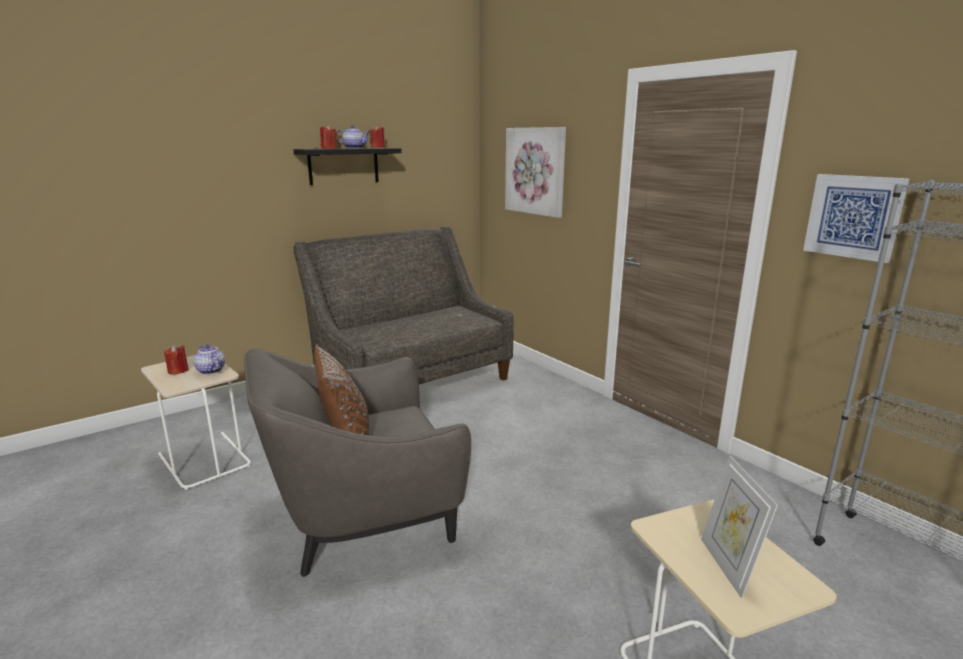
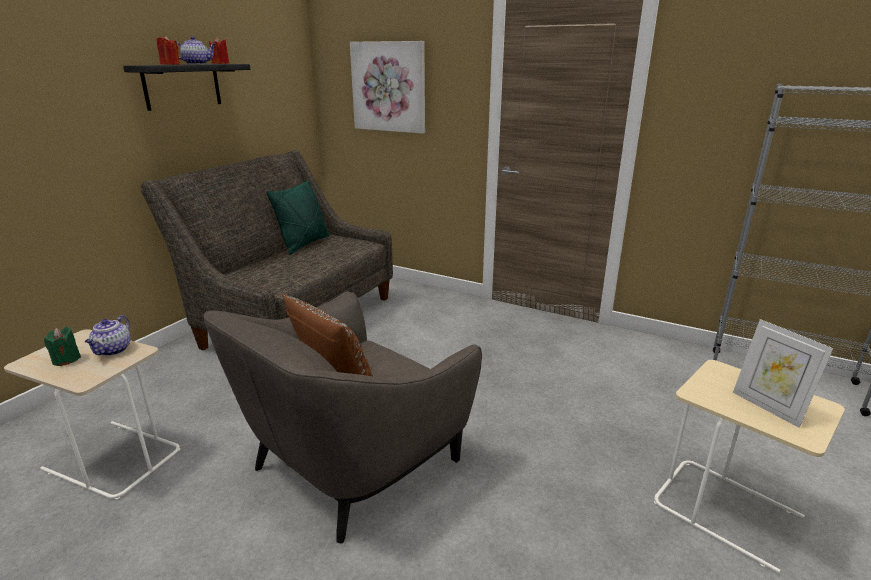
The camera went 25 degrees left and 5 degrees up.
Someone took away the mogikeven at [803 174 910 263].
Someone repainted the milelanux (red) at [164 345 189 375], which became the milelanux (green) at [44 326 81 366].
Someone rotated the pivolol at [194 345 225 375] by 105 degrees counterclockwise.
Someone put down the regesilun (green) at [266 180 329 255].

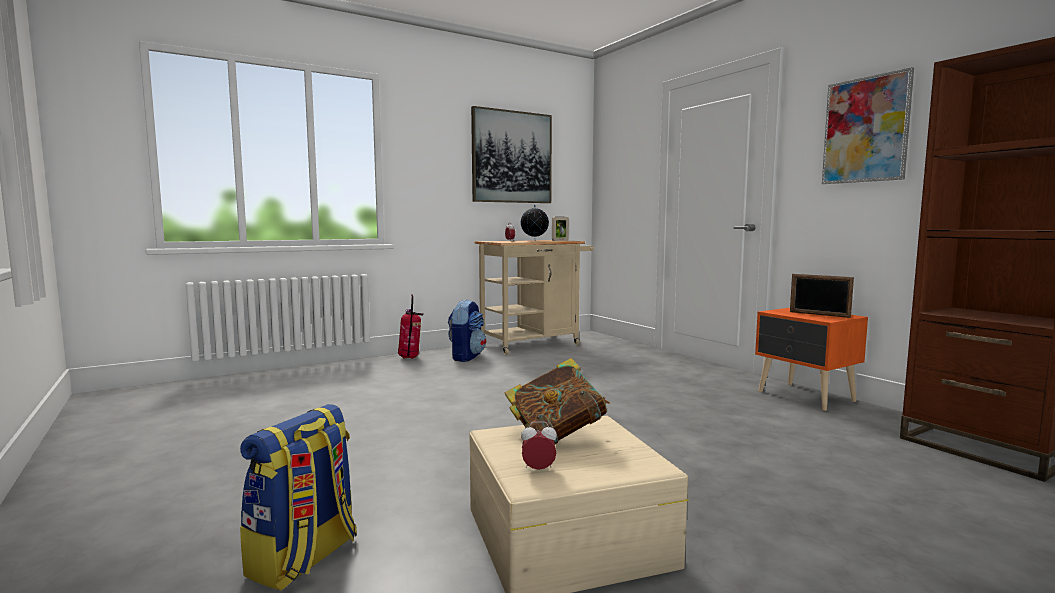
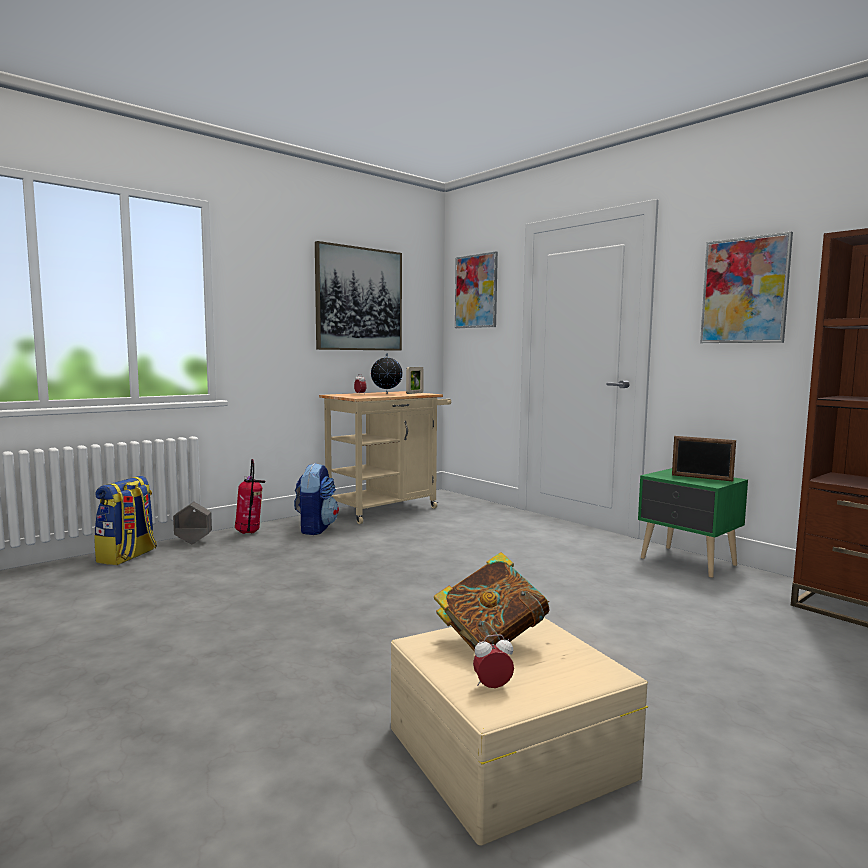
The camera went 10 degrees left and 0 degrees up.
Someone repainted the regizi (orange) at [755 308 868 411], which became the regizi (green) at [638 468 748 578].
Someone carried the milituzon from [240 404 357 591] to [95 476 157 565].
Someone put up the mogikeven at [455 251 498 328].
Someone put down the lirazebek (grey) at [173 502 212 545].

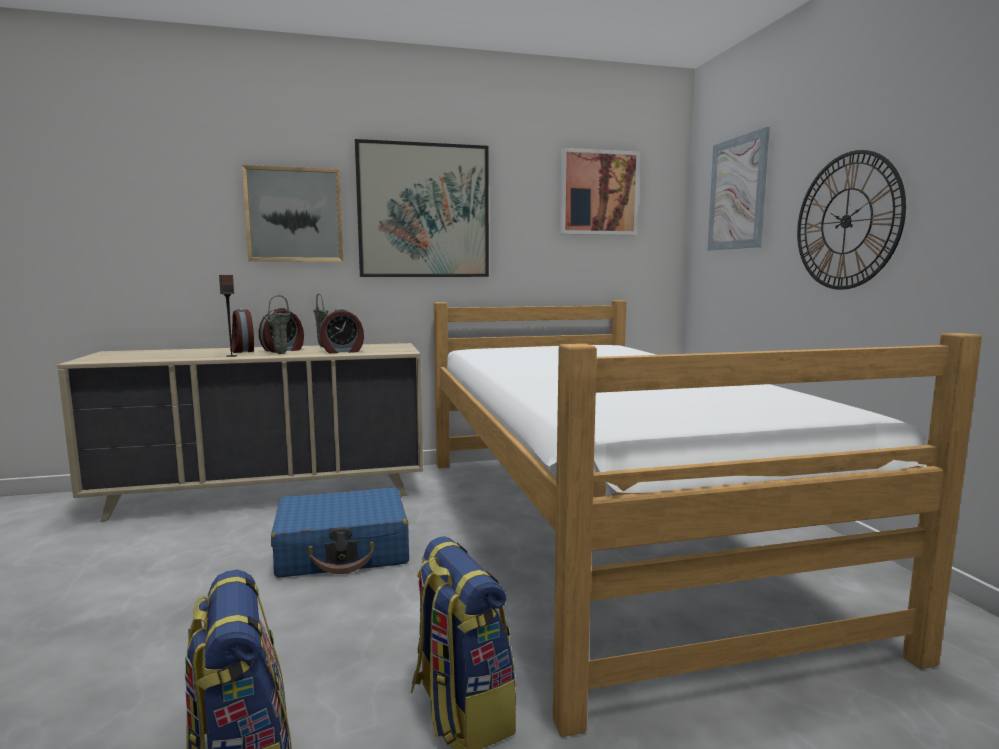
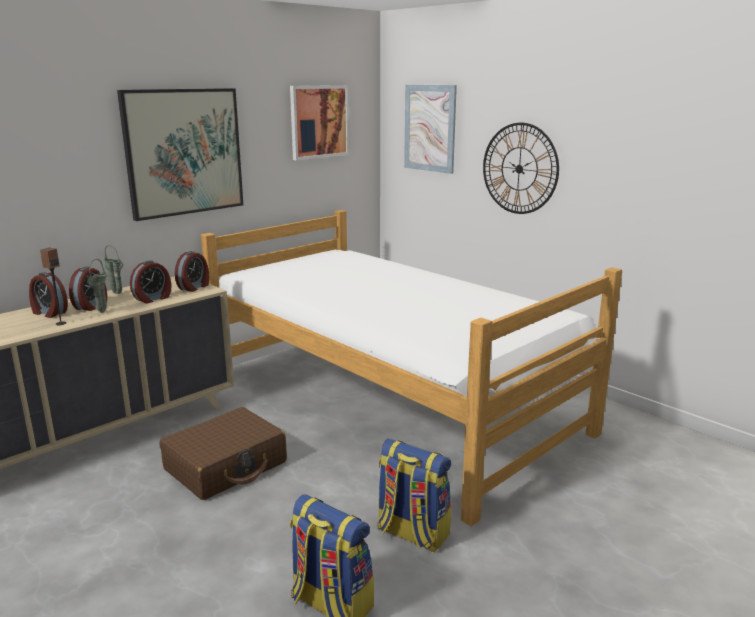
The camera went 30 degrees left and 10 degrees up.
Someone took away the mogikeven at [242 165 343 262].
Someone repainted the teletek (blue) at [271 488 409 578], which became the teletek (brown) at [159 407 287 500].
Someone put down the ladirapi at [175 251 209 292].

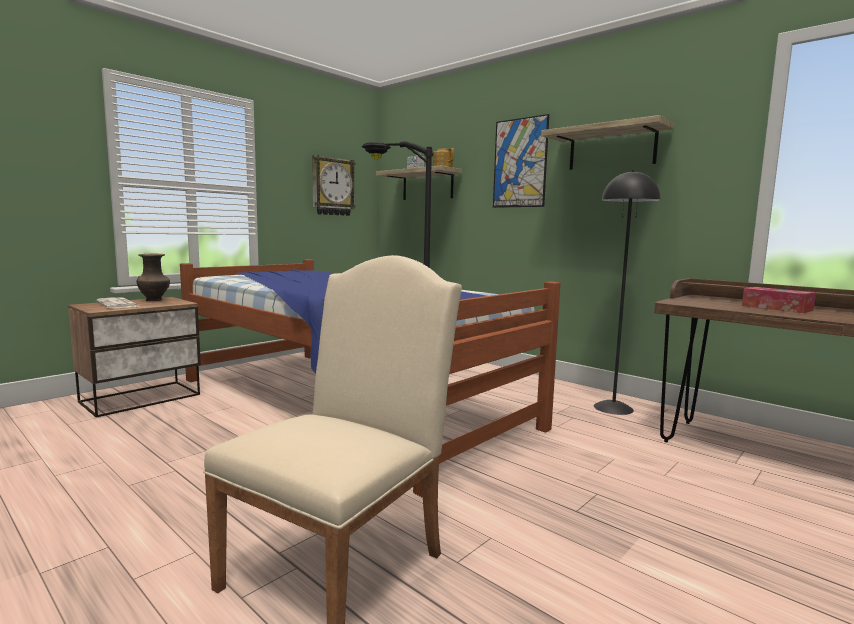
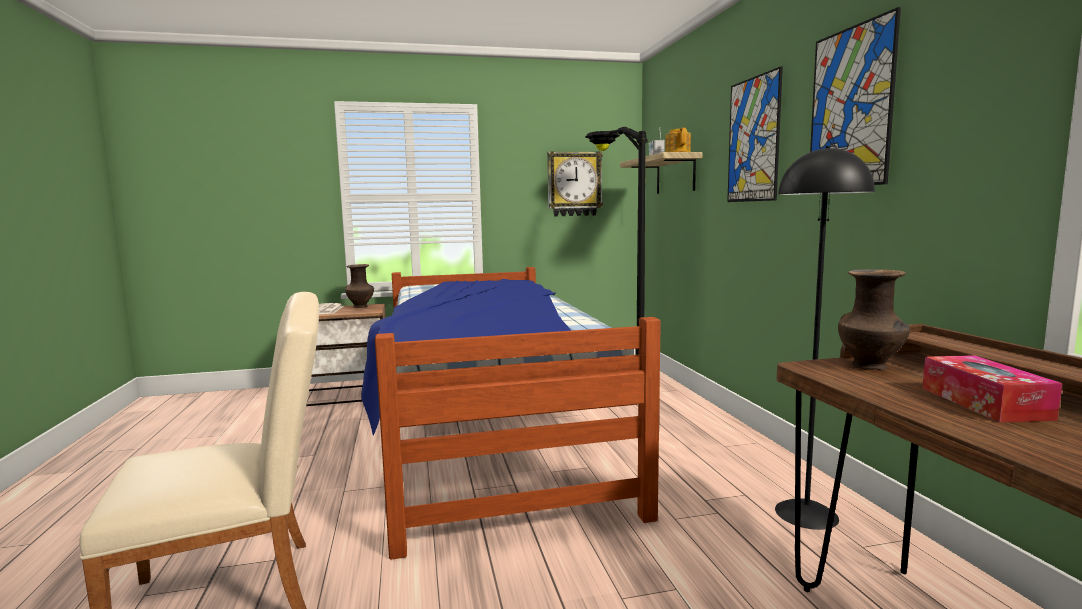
The camera went 35 degrees right and 0 degrees up.
Someone swapped the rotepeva at [541 115 674 170] for the mogikeven at [810 7 901 185].
Someone put down the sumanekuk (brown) at [838 269 910 370].

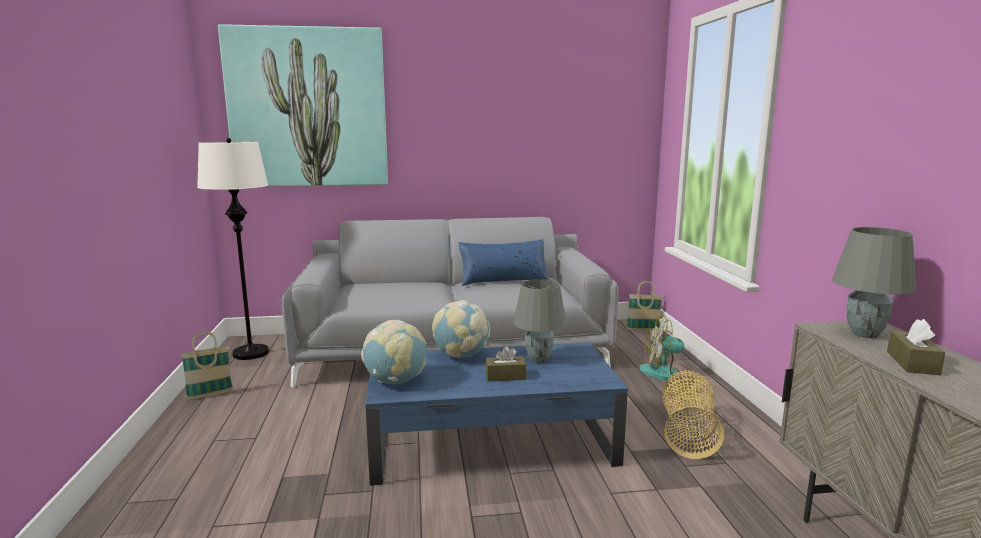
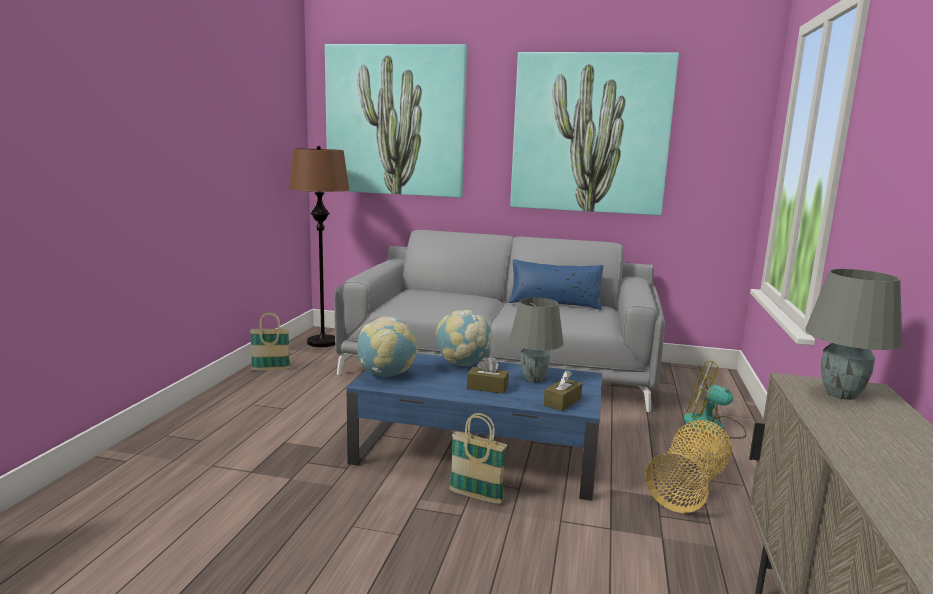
The camera went 20 degrees right and 0 degrees up.
Someone repainted the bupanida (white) at [197 138 269 360], which became the bupanida (brown) at [289 146 350 347].
Someone carried the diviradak from [626 281 663 331] to [449 413 507 504].
Someone carried the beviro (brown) from [887 319 945 375] to [544 370 582 411].
Someone put up the mogikeven at [510 52 679 216].

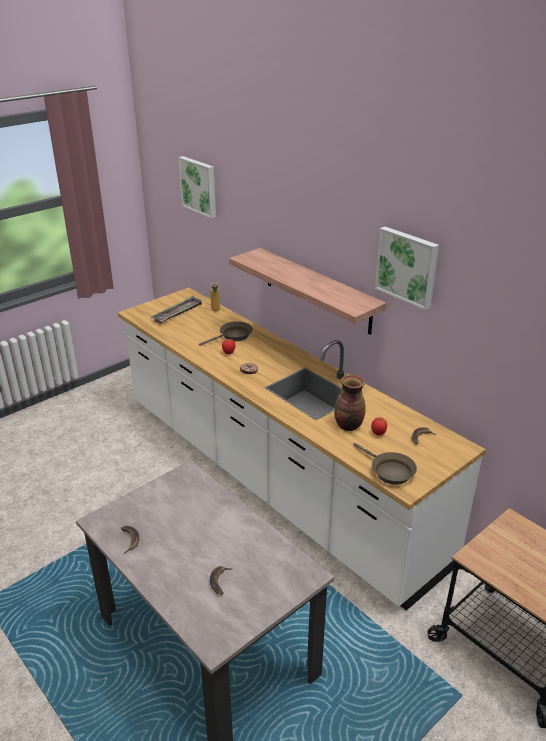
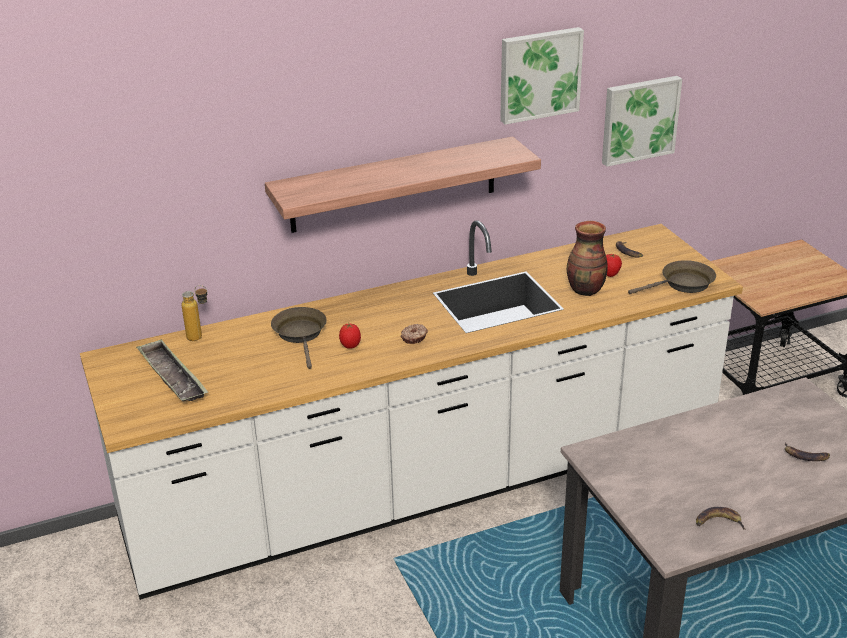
The camera went 70 degrees left and 0 degrees up.
Someone carried the mogikeven from [178 156 216 218] to [602 76 682 167].

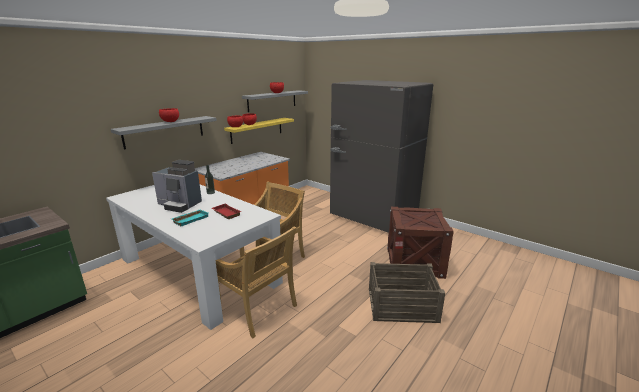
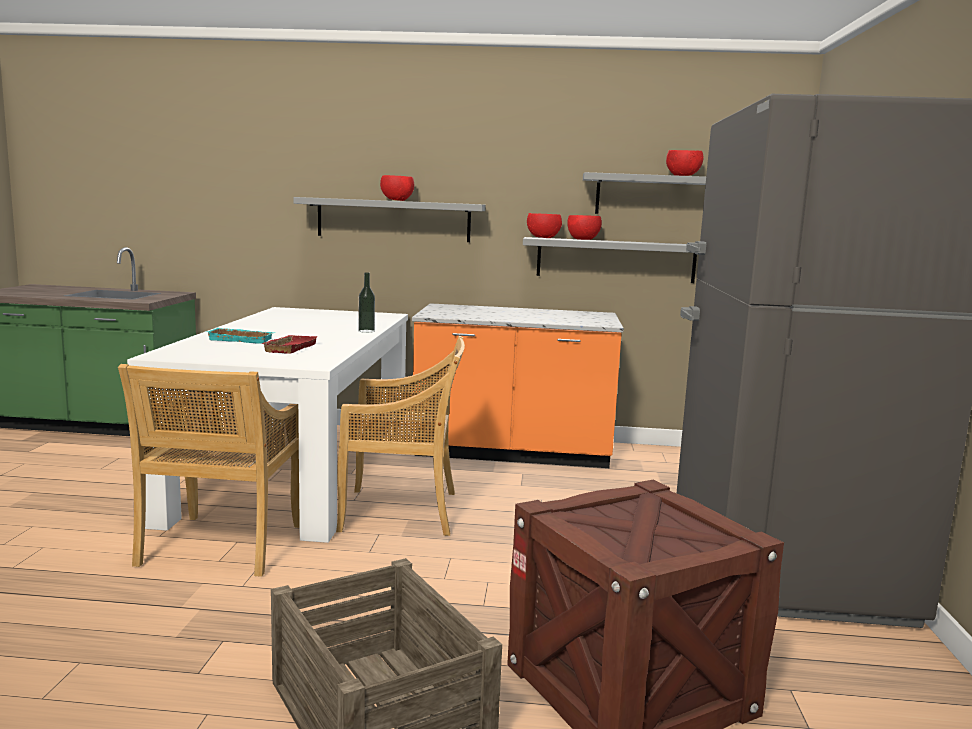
The camera went 55 degrees right and 10 degrees down.
Someone repainted the rotepeva (yellow) at [224 118 294 144], which became the rotepeva (grey) at [523 237 697 283].
Someone took away the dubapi at [152 160 202 213].

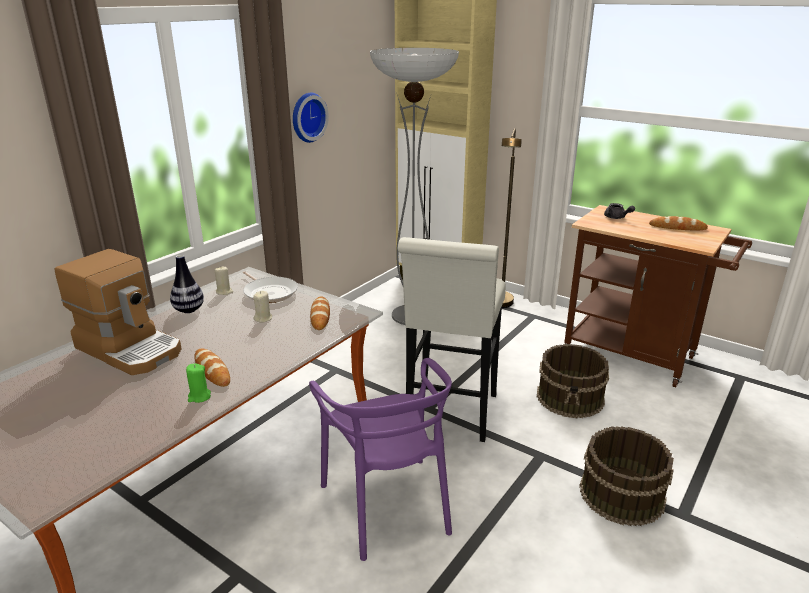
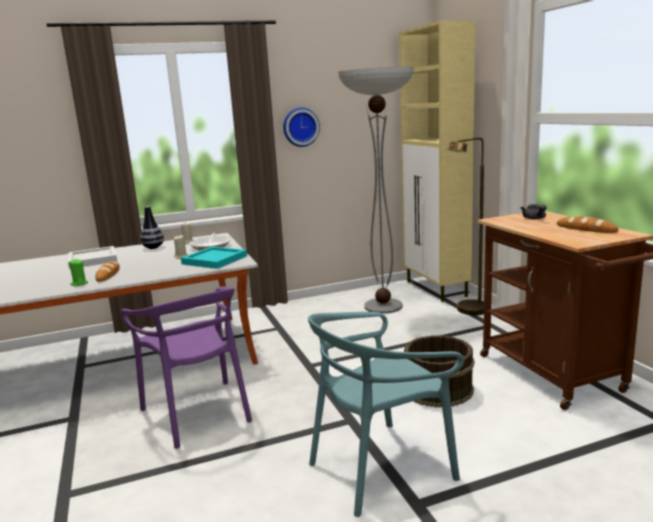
The camera went 35 degrees right and 10 degrees down.
Someone took away the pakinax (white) at [398 237 506 442].
Someone swapped the dubapi at [55 249 182 375] for the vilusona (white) at [68 246 117 269].
Someone swapped the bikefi at [310 296 330 330] for the vilusona (turquoise) at [181 246 247 269].
Someone rotated the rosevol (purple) at [309 358 452 561] by 45 degrees counterclockwise.
Someone swapped the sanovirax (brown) at [579 426 674 526] for the rosevol (turquoise) at [308 312 464 517].

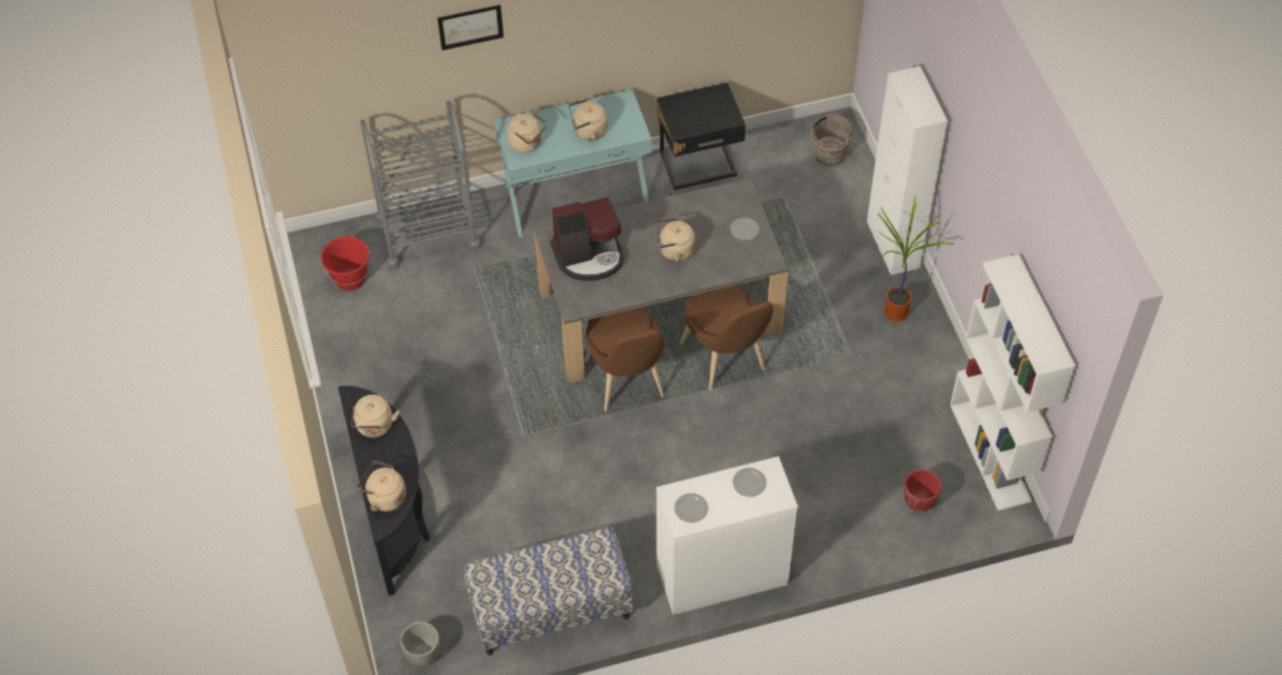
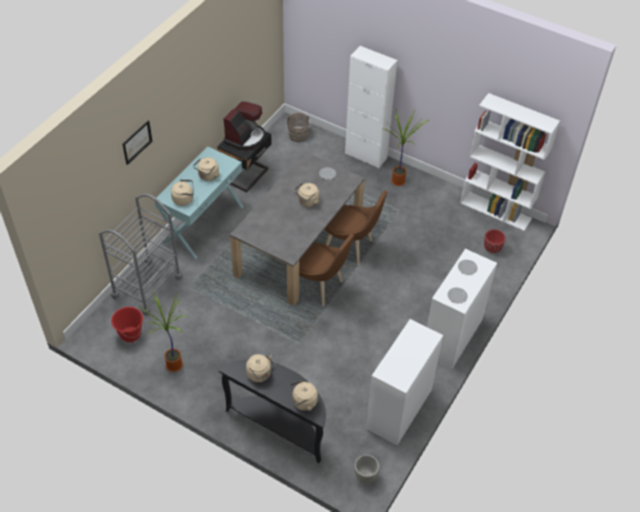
The camera went 45 degrees left and 5 degrees down.
Someone carried the dubapi from [550 197 624 281] to [223 101 265 150].
Someone swapped the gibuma at [463 527 633 655] for the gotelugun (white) at [366 319 443 445].
Someone put down the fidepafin at [139 291 188 372].

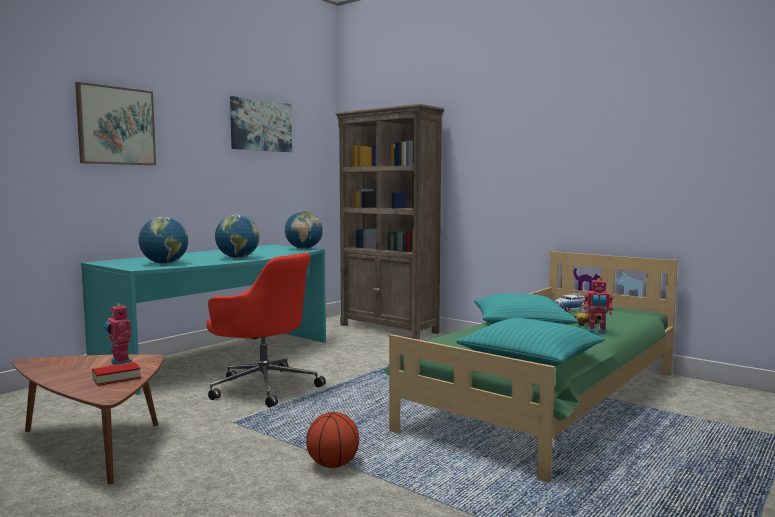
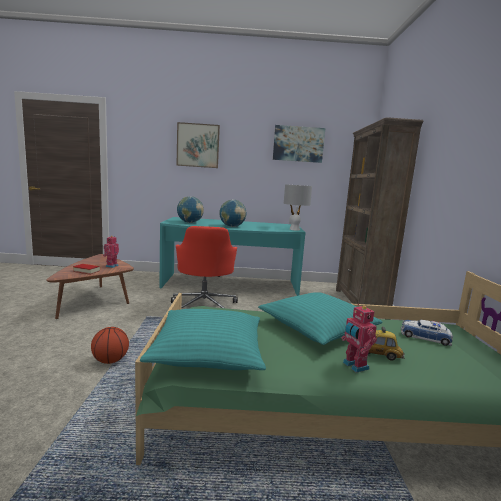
The camera went 50 degrees right and 5 degrees up.
Someone swapped the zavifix at [285 211 323 249] for the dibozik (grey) at [284 184 312 231].

